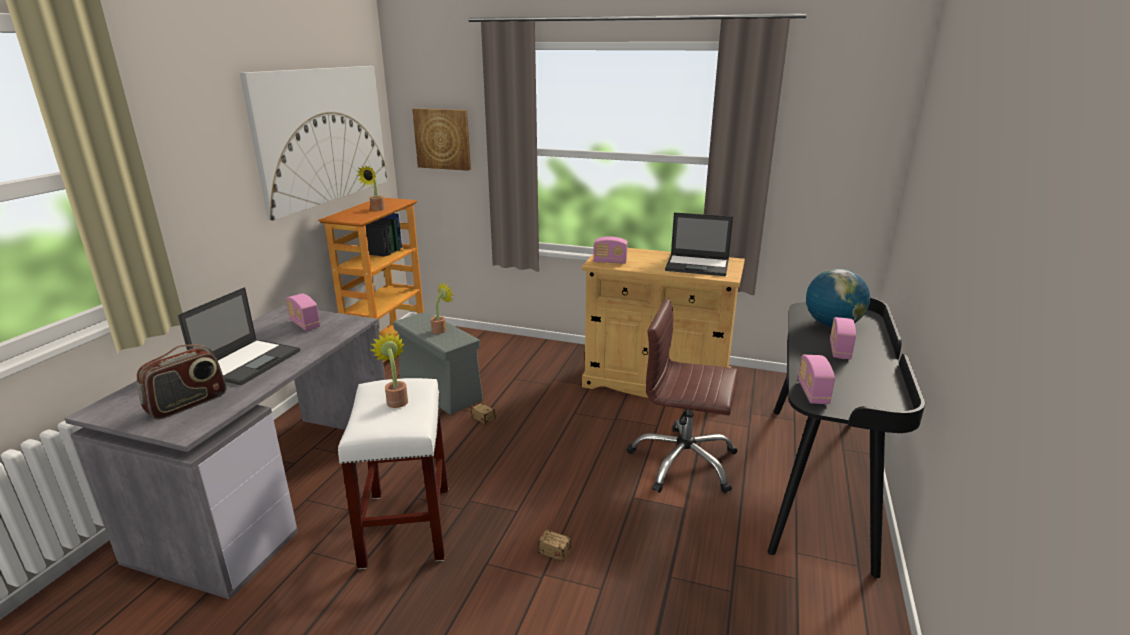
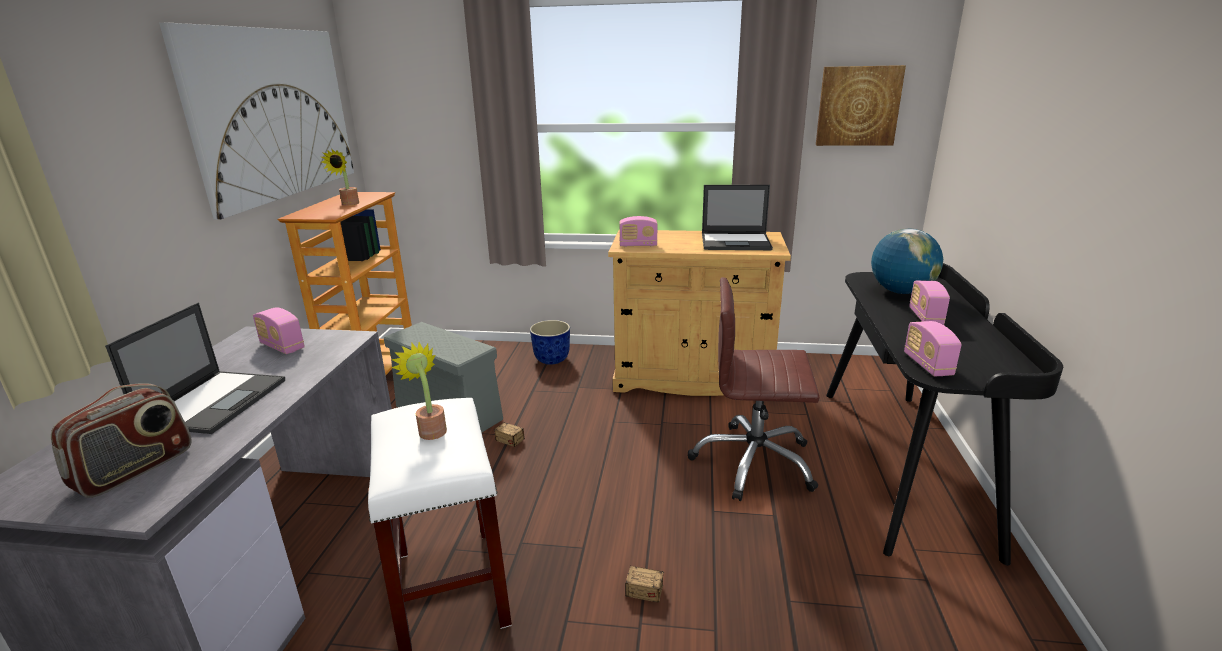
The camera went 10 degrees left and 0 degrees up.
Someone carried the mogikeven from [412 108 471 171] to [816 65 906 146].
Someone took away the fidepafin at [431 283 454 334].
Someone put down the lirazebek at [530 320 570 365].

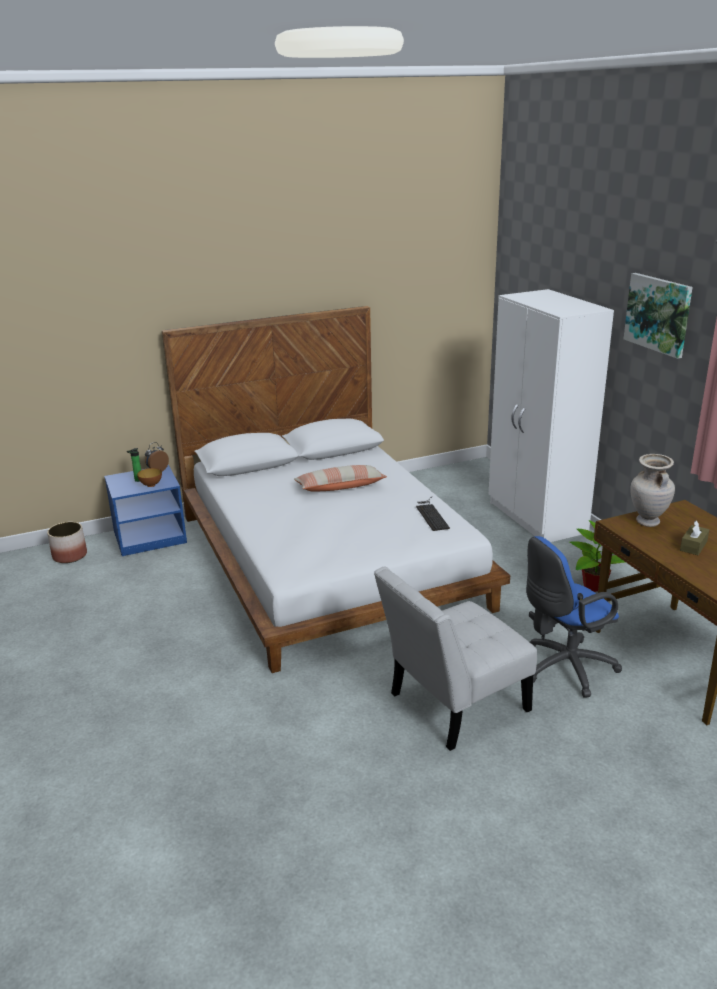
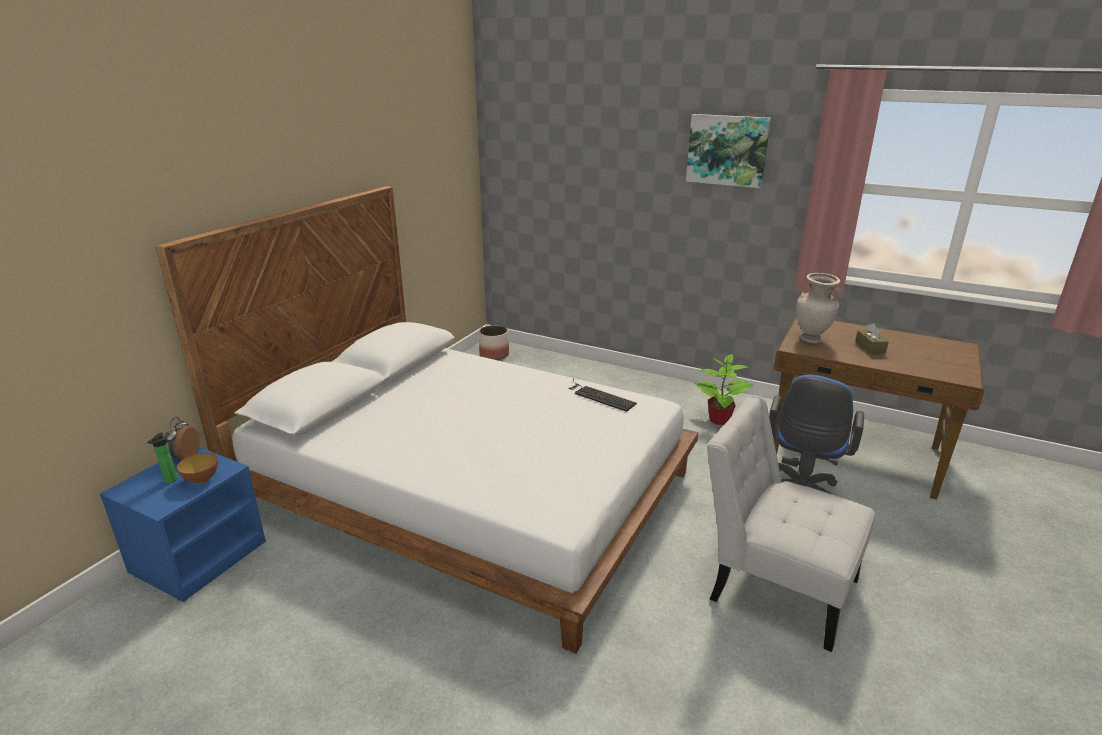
The camera went 40 degrees left and 0 degrees up.
Someone took away the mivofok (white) at [489 289 614 542].
Someone took away the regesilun at [294 465 387 491].
Someone carried the lirazebek from [47 522 87 563] to [479 325 509 360].
Someone rotated the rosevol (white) at [374 566 537 751] by 105 degrees clockwise.

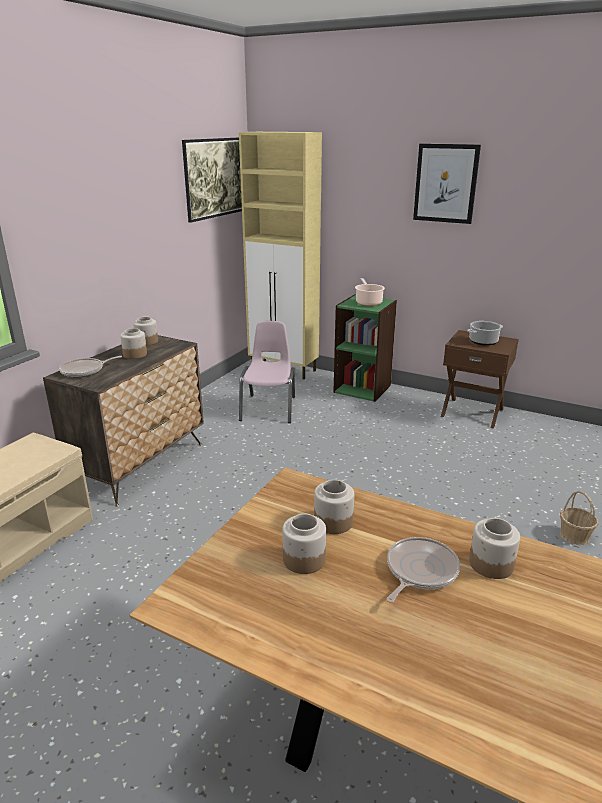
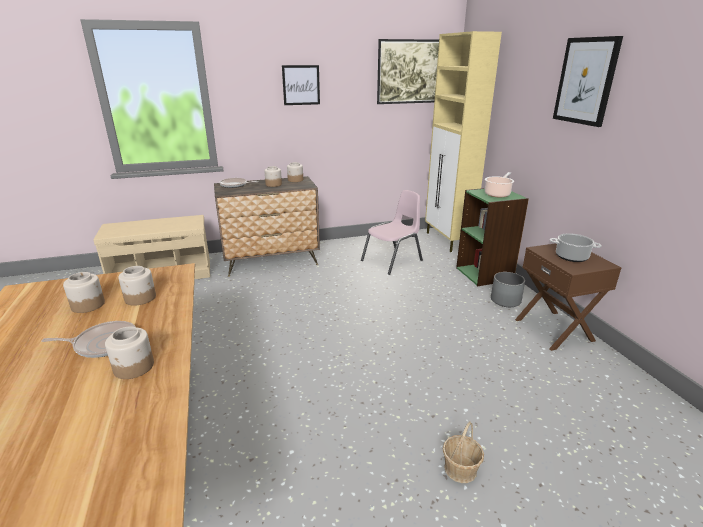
The camera went 45 degrees right and 0 degrees up.
Someone put up the mogikeven at [282 65 320 105].
Someone put down the lirazebek (grey) at [491 272 525 307].

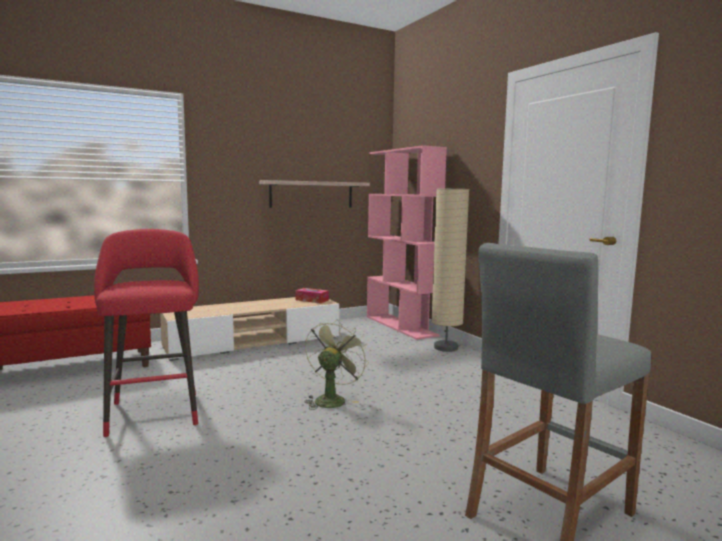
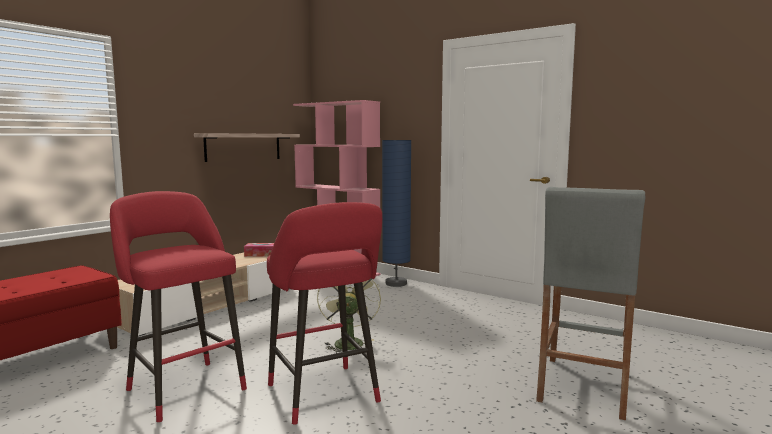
The camera went 25 degrees left and 0 degrees up.
Someone repainted the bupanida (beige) at [432 189 469 352], which became the bupanida (blue) at [382 140 411 287].
Someone put down the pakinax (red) at [267 202 382 425].

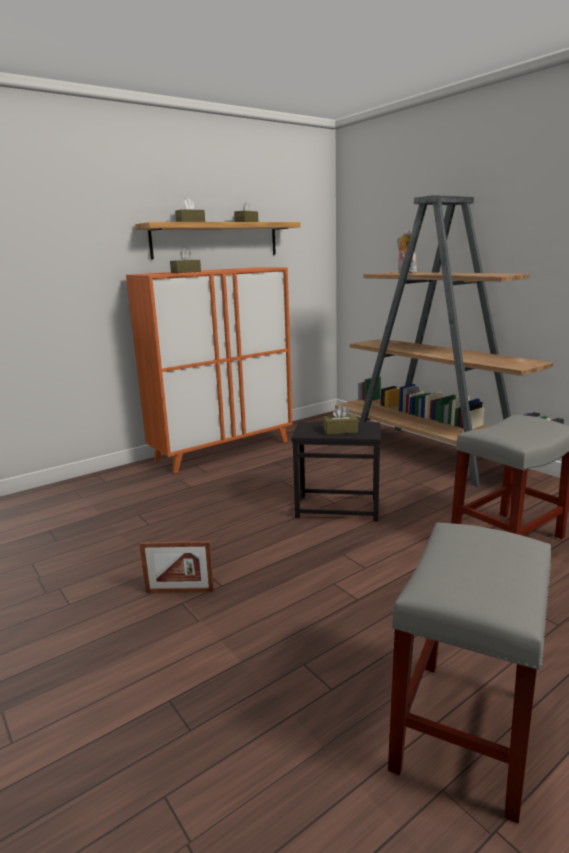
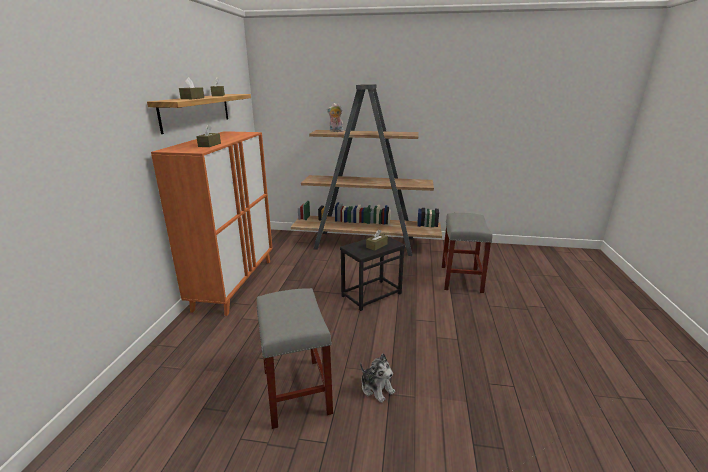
The camera went 45 degrees left and 5 degrees up.
Someone carried the pakinax (grey) from [388 523 551 824] to [257 288 333 429].
Someone swapped the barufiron at [139 541 214 593] for the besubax at [360 353 395 403].

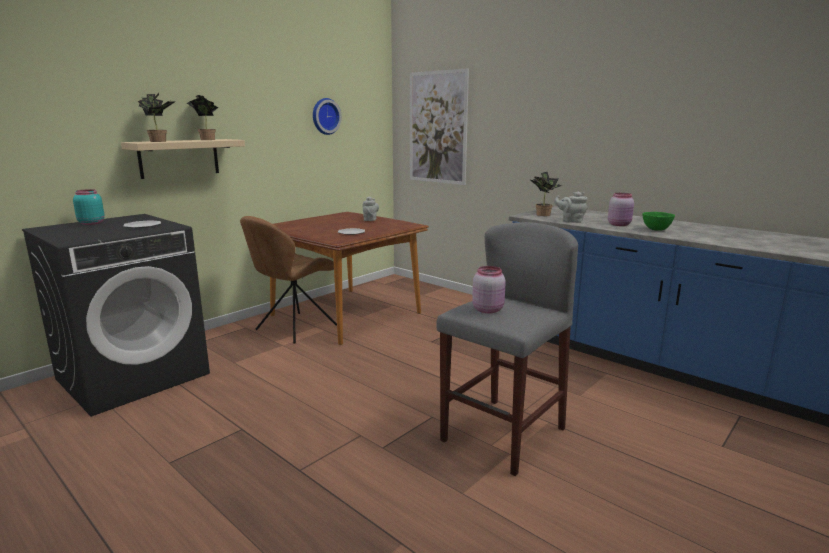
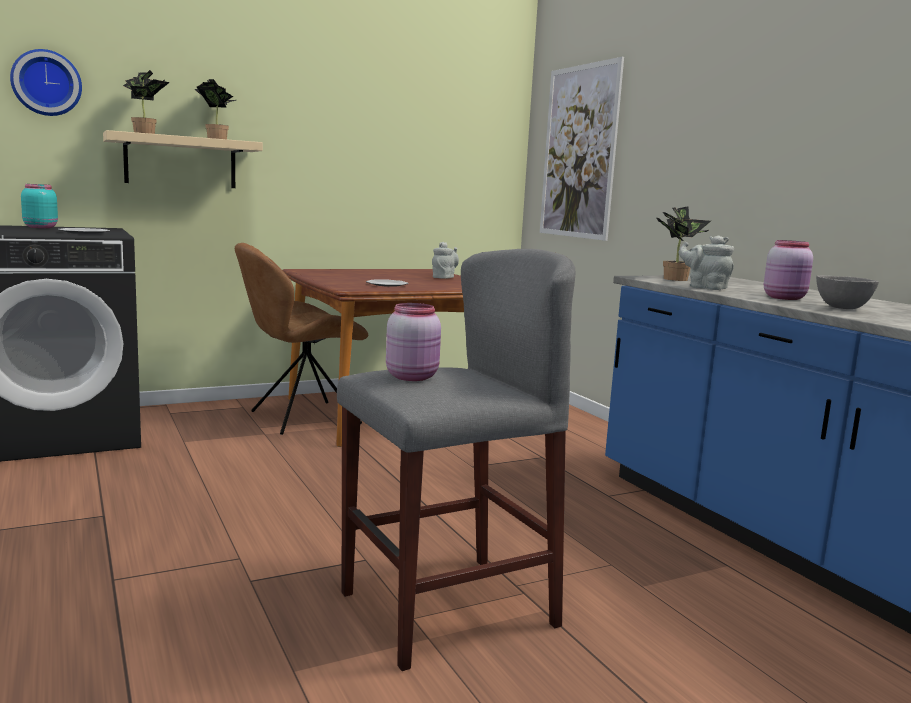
The camera went 20 degrees right and 5 degrees down.
Someone carried the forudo from [313 98 342 135] to [10 49 82 116].
Someone repainted the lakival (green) at [642 212 675 231], which became the lakival (grey) at [816 275 879 309].

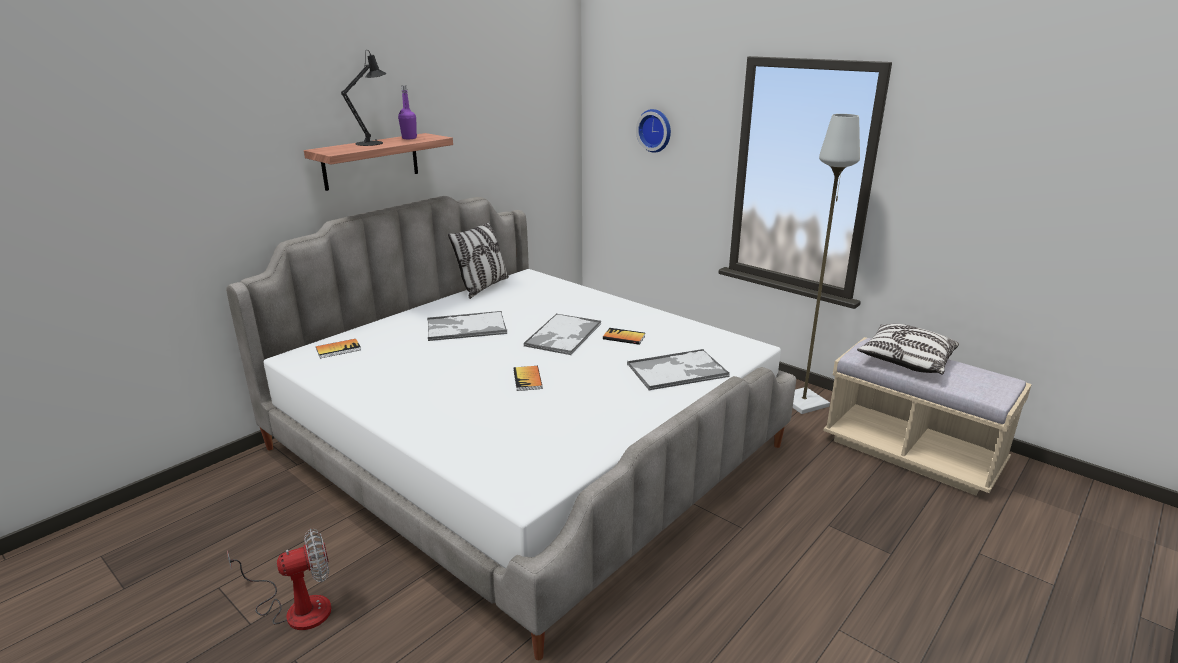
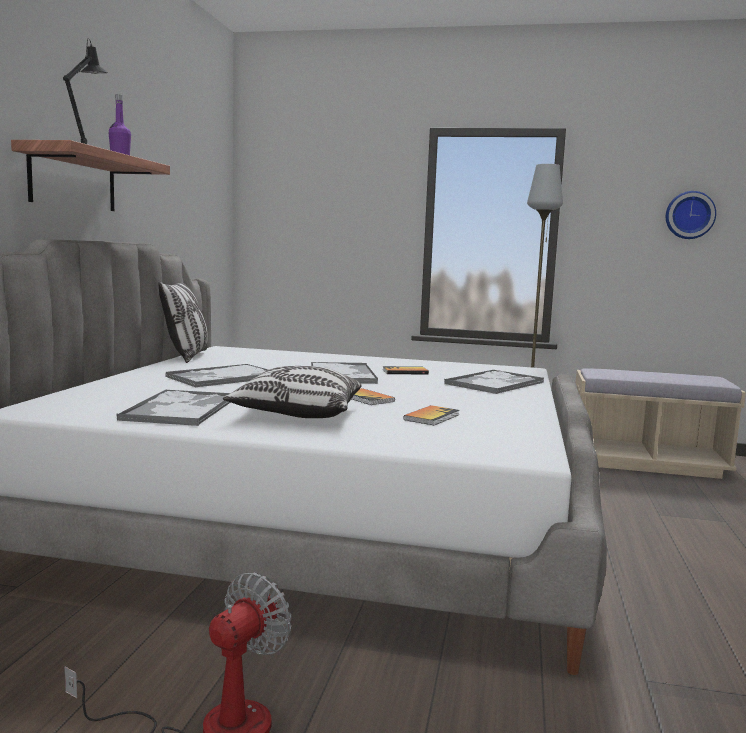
The camera went 30 degrees left and 15 degrees down.
Someone carried the forudo from [636 109 671 153] to [666 191 716 239].
Someone carried the regesilun from [857 324 959 375] to [223 366 361 418].
Someone carried the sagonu from [316 339 361 358] to [403 405 459 425].
Someone put down the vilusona at [116 389 231 426].

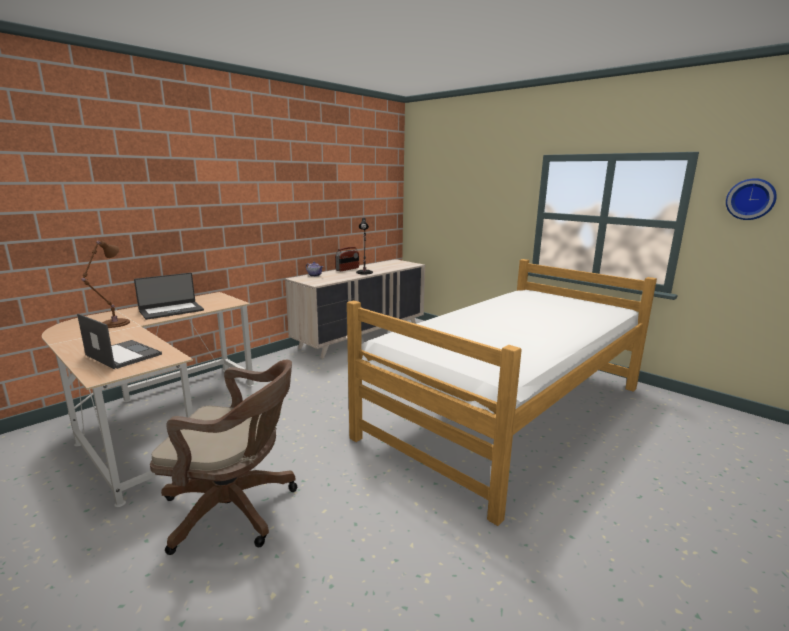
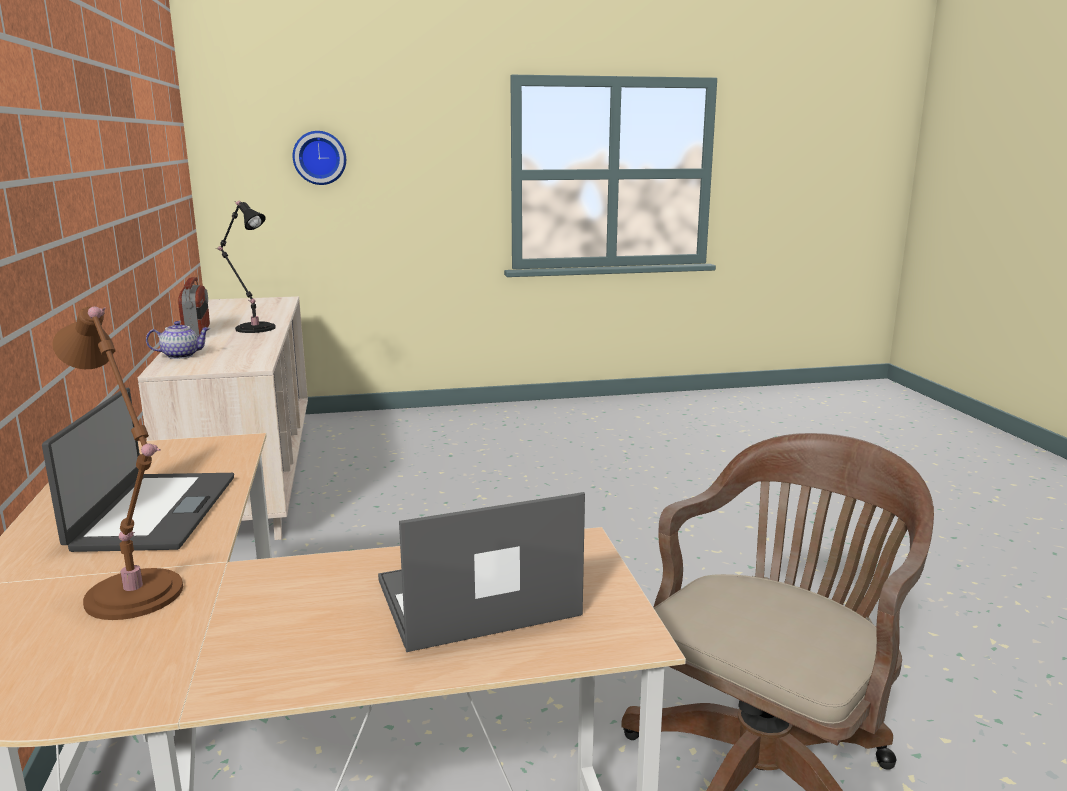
The camera went 55 degrees left and 0 degrees up.
Someone carried the forudo from [726 178 777 220] to [293 131 346 185].
Someone took away the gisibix at [347 259 657 526].

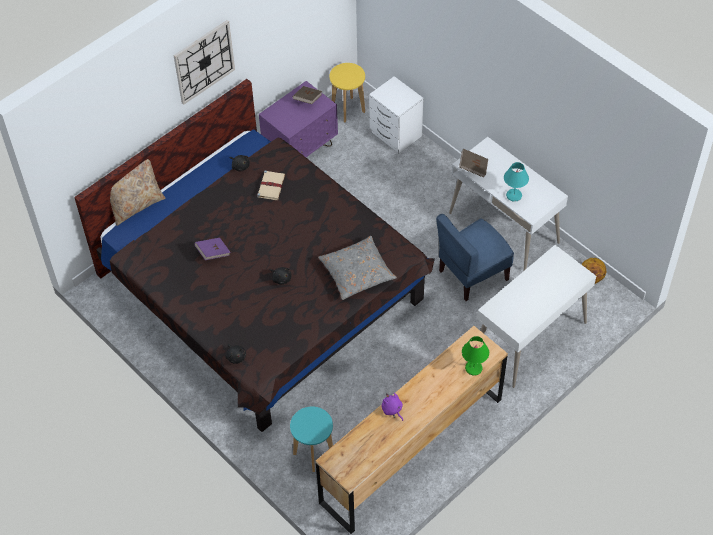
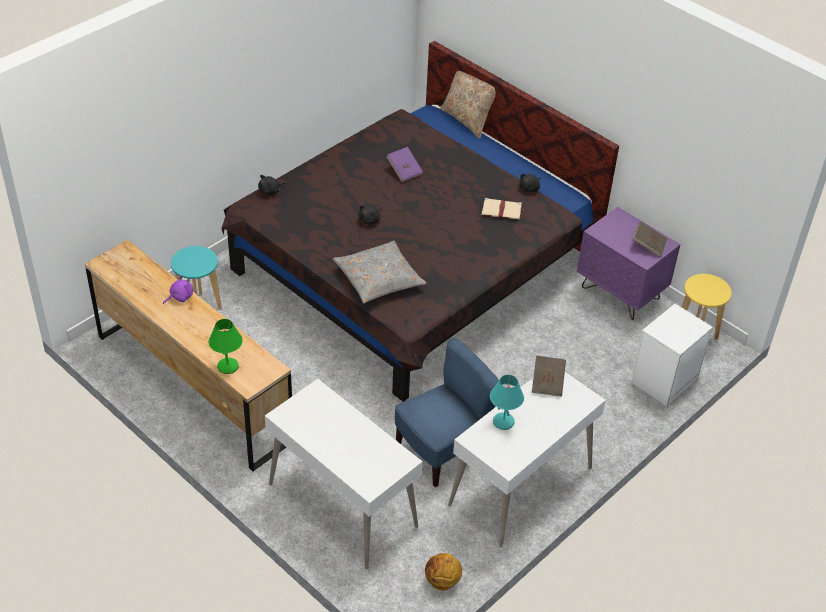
The camera went 85 degrees right and 10 degrees down.
Someone took away the forudo at [173 20 235 105].
Someone rotated the rosevol (blue) at [436 214 514 301] by 90 degrees clockwise.

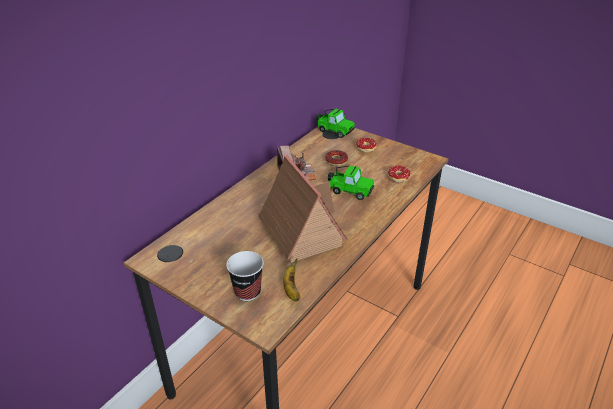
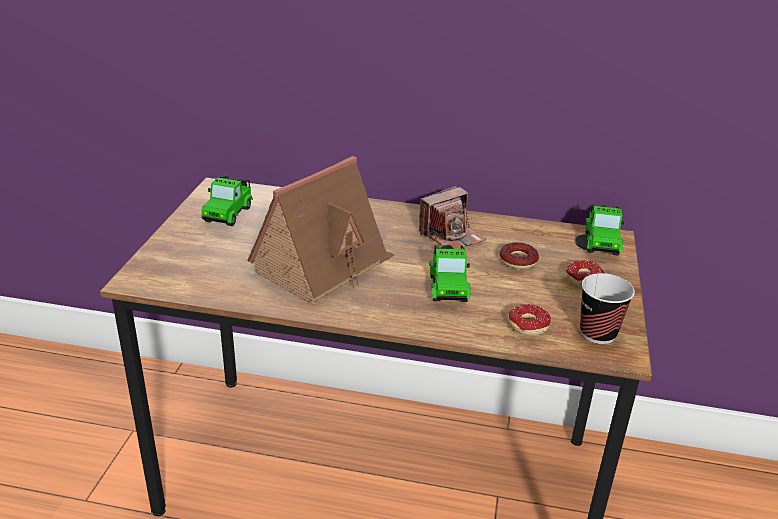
The camera went 65 degrees right and 5 degrees down.
Someone carried the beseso from [226 251 264 301] to [580 273 635 344].
Someone took away the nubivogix at [283 258 300 301].
Someone put down the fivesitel at [201 176 253 226].

